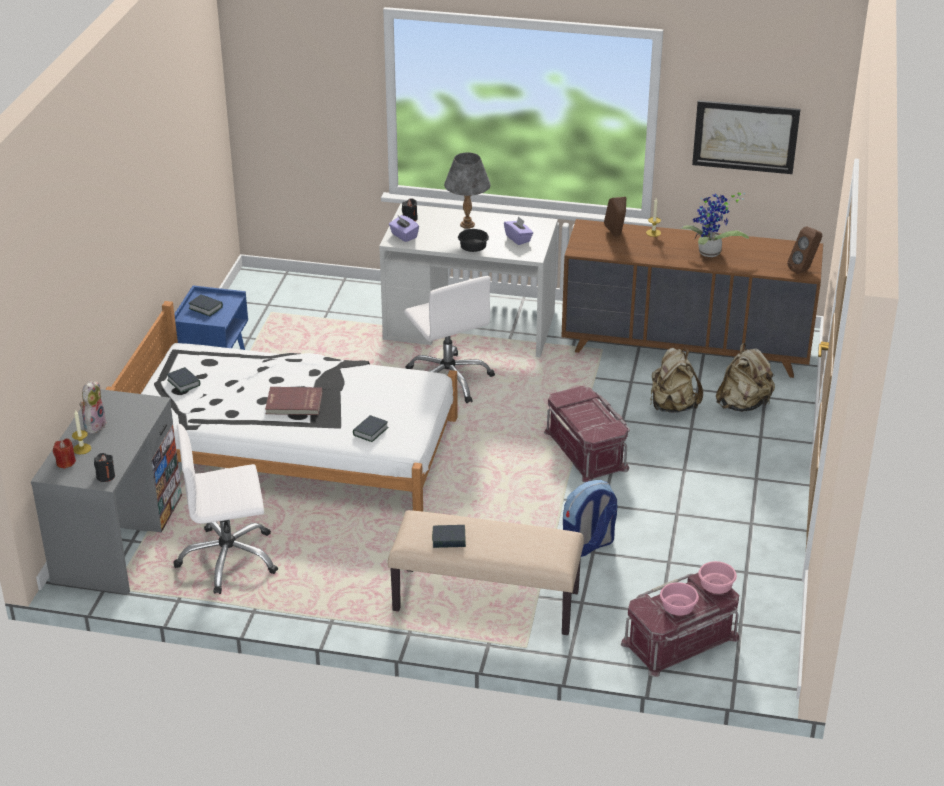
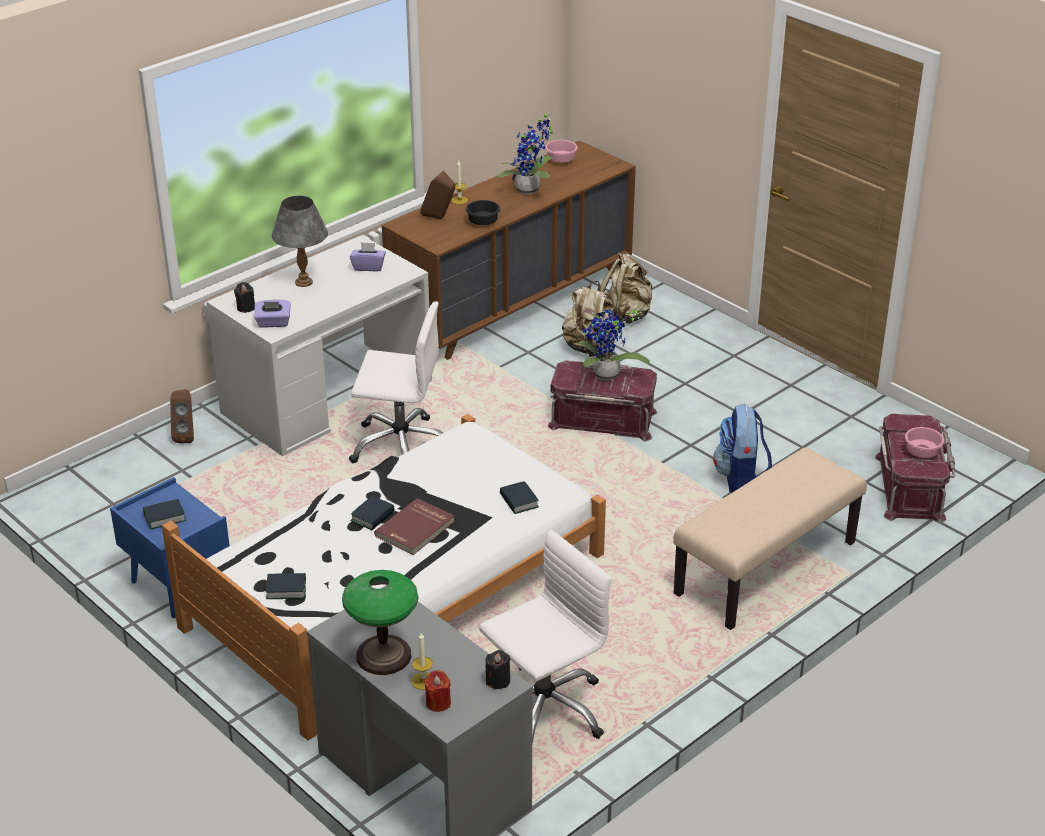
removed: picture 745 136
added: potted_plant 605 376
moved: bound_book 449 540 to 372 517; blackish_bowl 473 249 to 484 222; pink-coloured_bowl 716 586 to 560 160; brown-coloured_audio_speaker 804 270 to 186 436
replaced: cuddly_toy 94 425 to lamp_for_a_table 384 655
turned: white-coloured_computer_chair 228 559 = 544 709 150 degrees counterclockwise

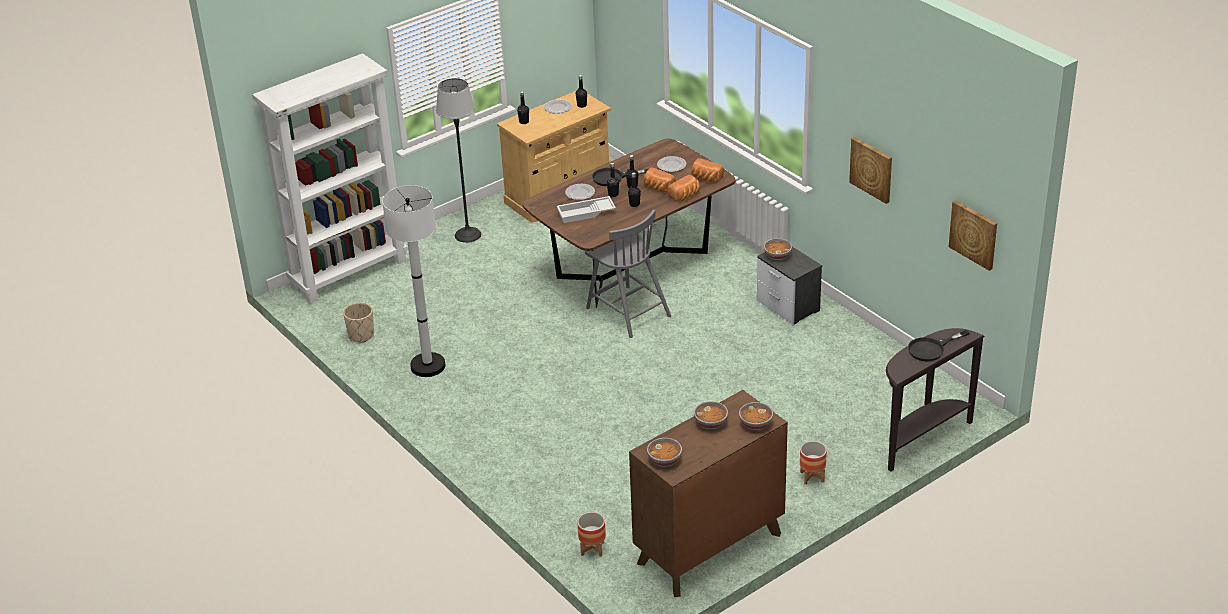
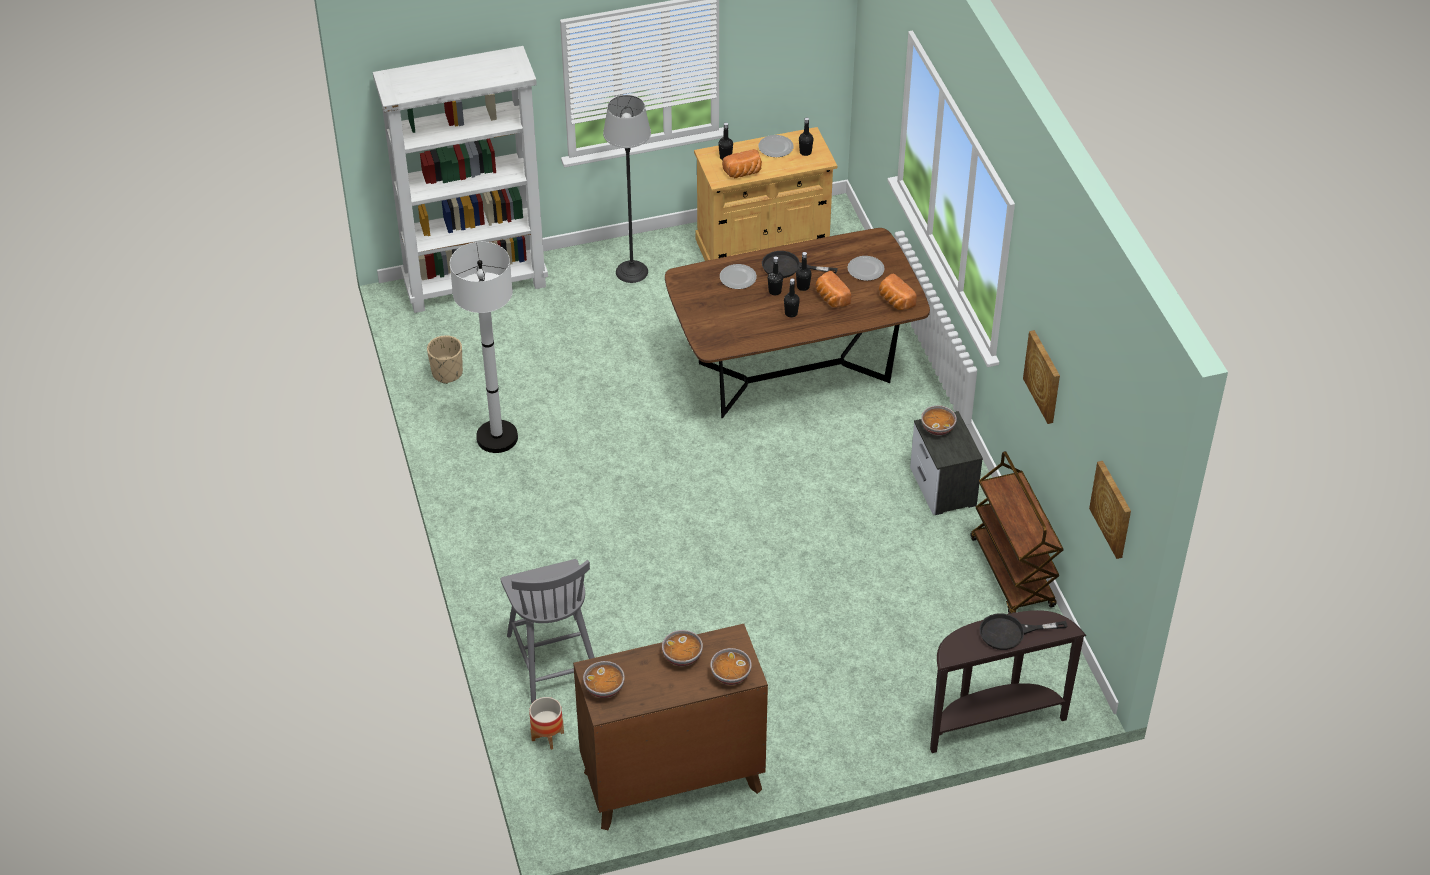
removed: white-coloured_serving_tray 586 213; flower_pot 812 477
added: brown-coloured_wheeled_cart 1012 573
moved: gray_chair 627 311 to 553 658; baked_bread 685 196 to 743 173

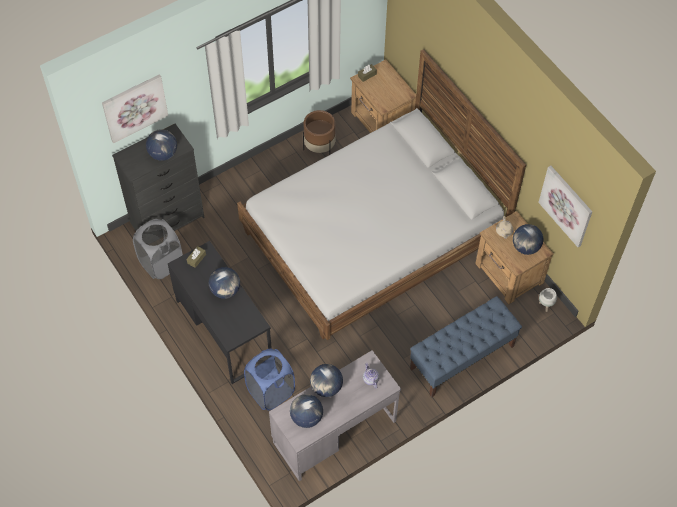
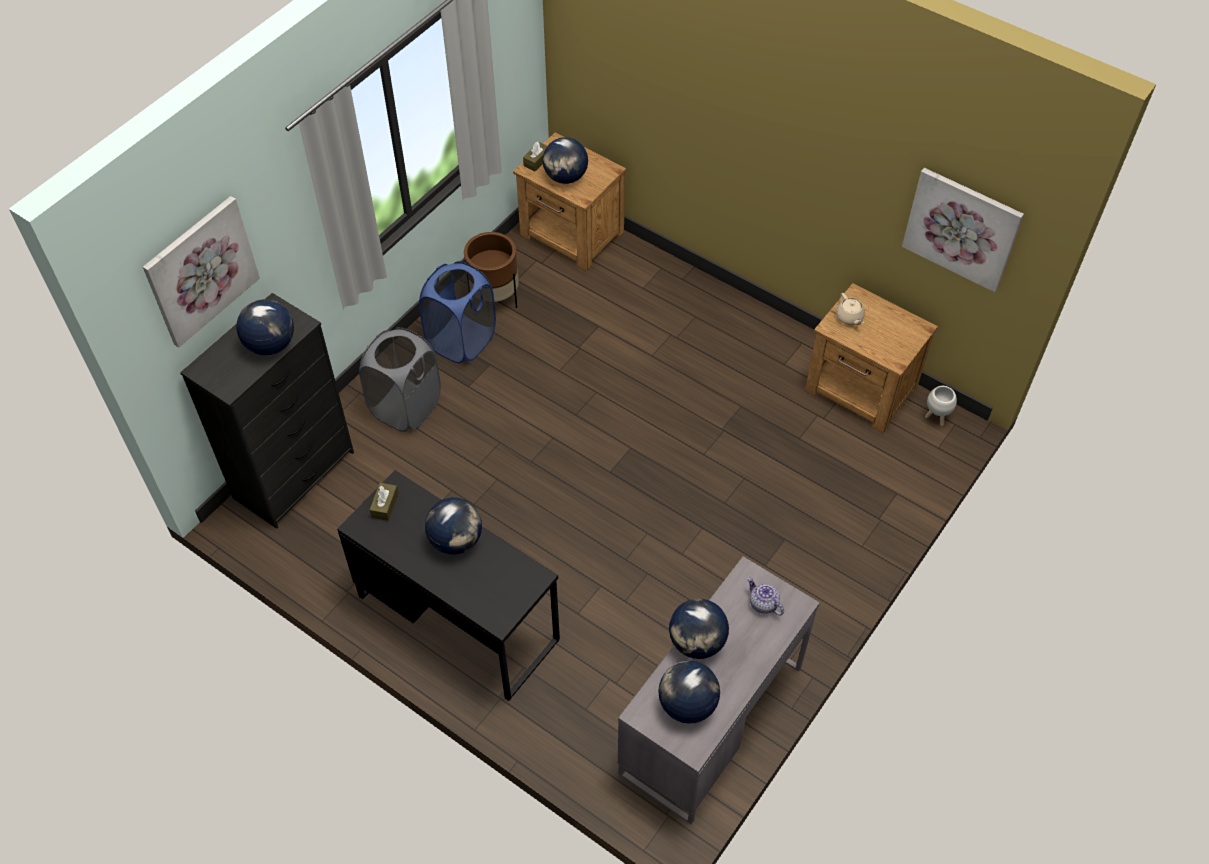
removed: sleeping_bed 373 234; blue-coloured_indoor_bench 461 357
moved: gray_hamper 161 263 to 406 407; blue-coloured_hamper 270 392 to 461 341; desk_globe 525 247 to 565 177

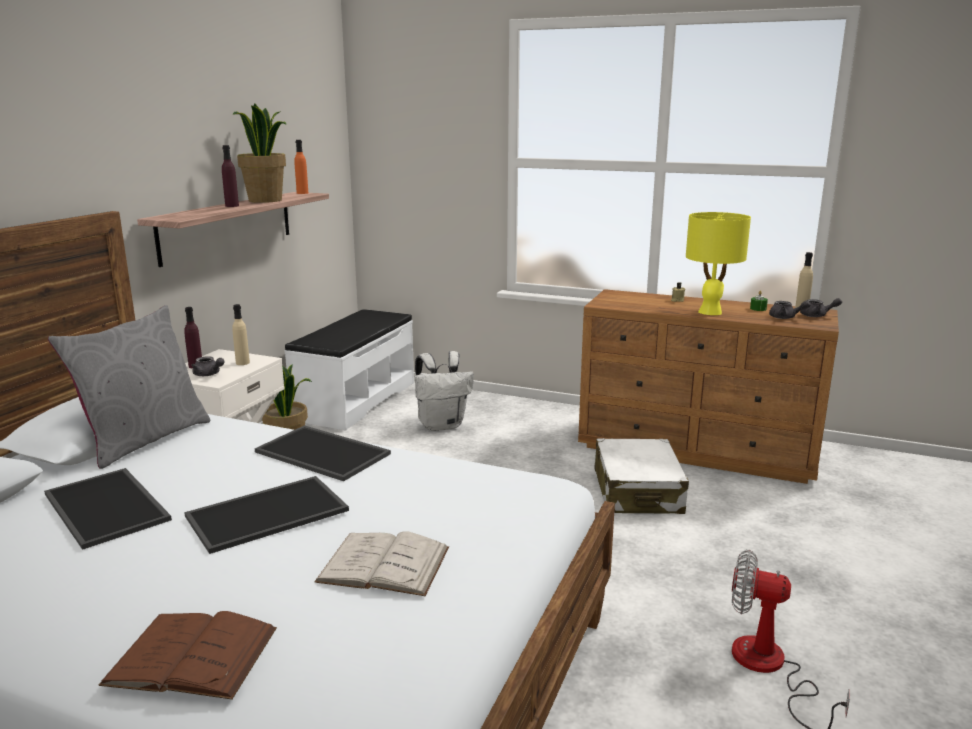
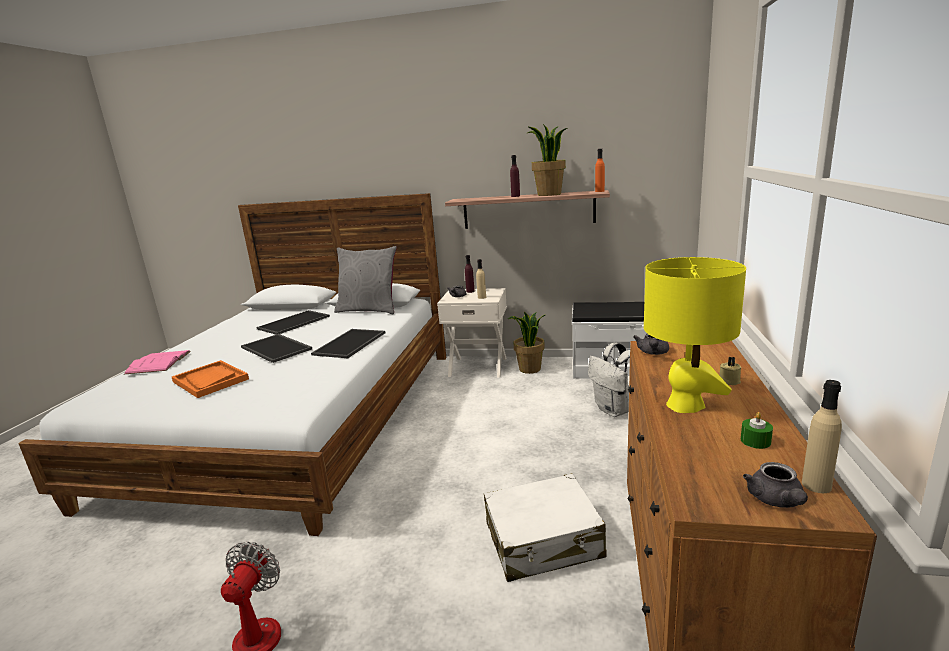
moved: gray_teapot 785 317 to 652 353
replaced: white-coloured_bound_book 384 564 to orange_serving_tray 210 380
recoloured: brown-coloured_bound_book 192 655 to pink-coloured_bound_book 159 362

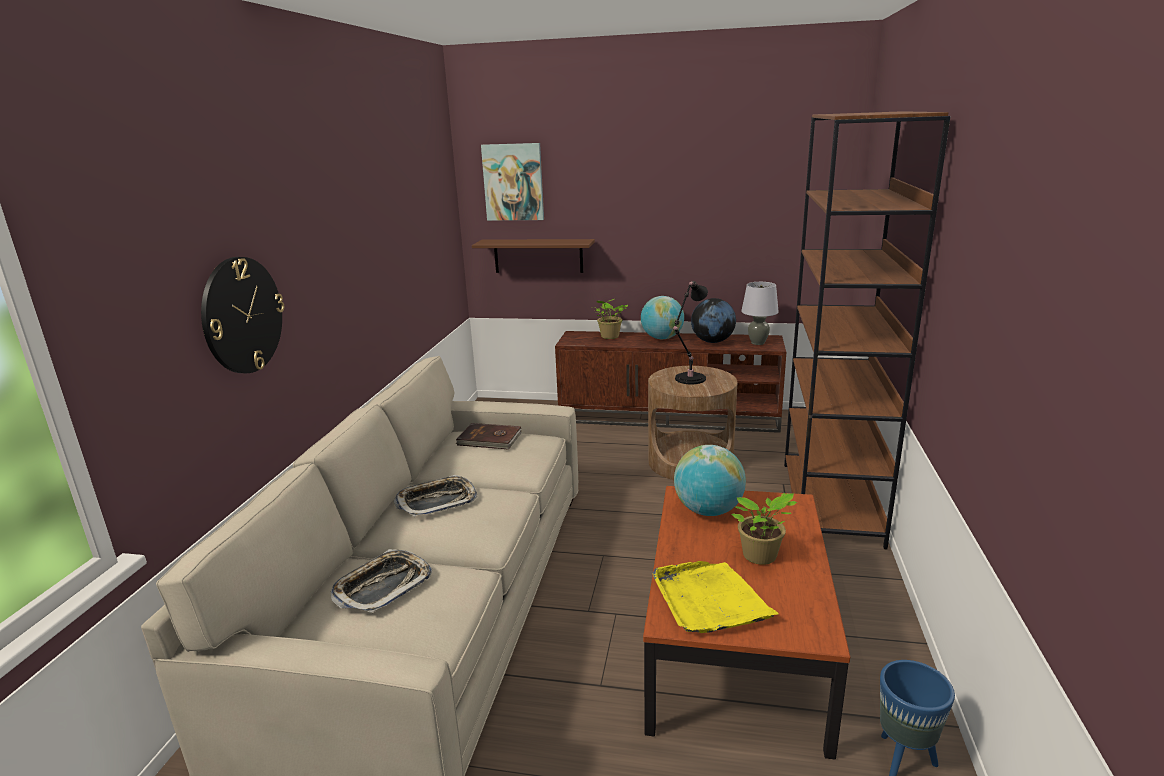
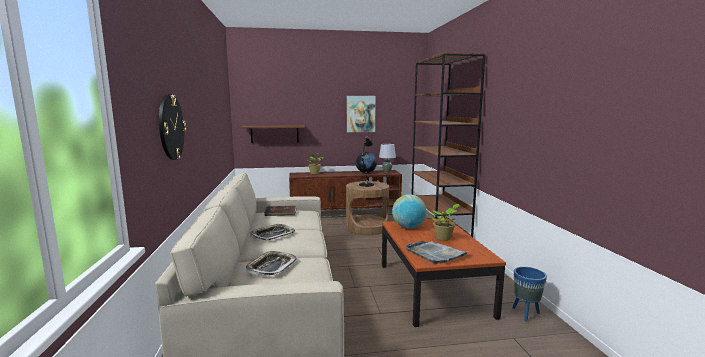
removed: desk_globe 662 338
moved: picture 513 182 to 360 114
recoloured: yellowish_serving_tray 709 600 to gray_serving_tray 435 253

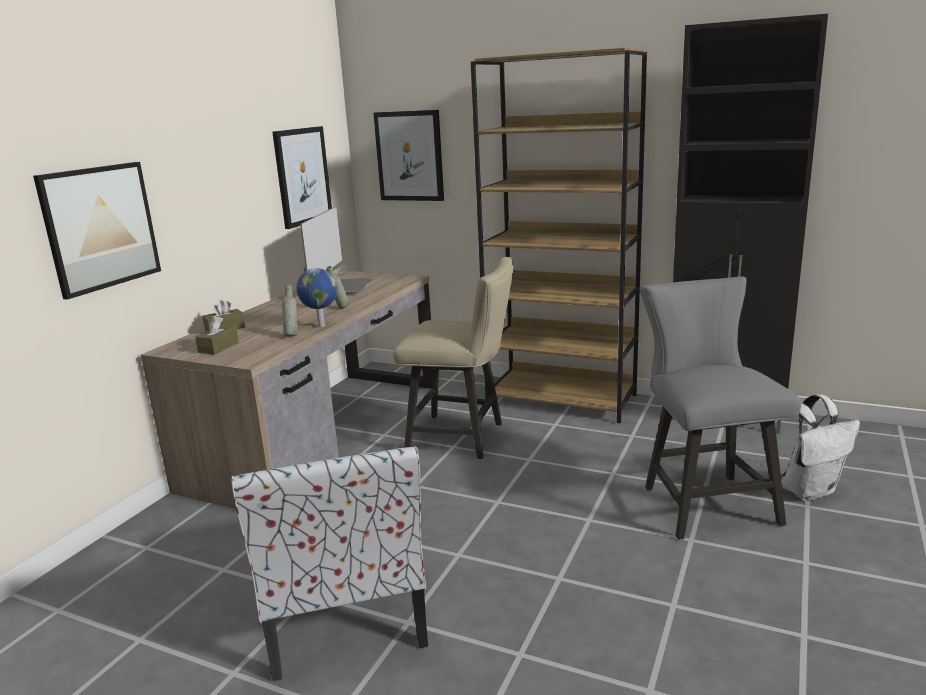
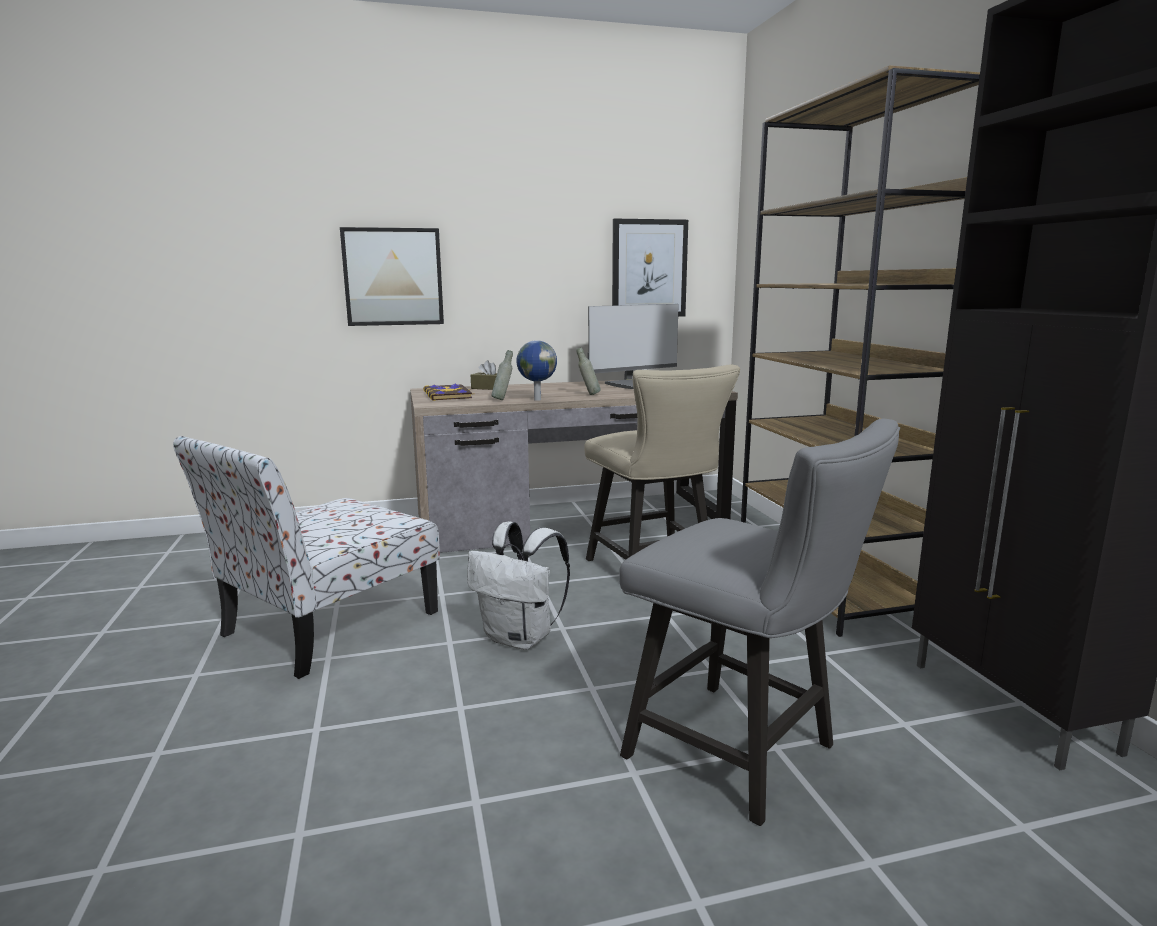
removed: picture 409 156
moved: white-coloured_rucksack 807 490 to 521 638
replaced: brown-coloured_box_of_tissues 218 347 to bound_book 448 395
turned: gray_chair 704 501 = 743 755 90 degrees clockwise

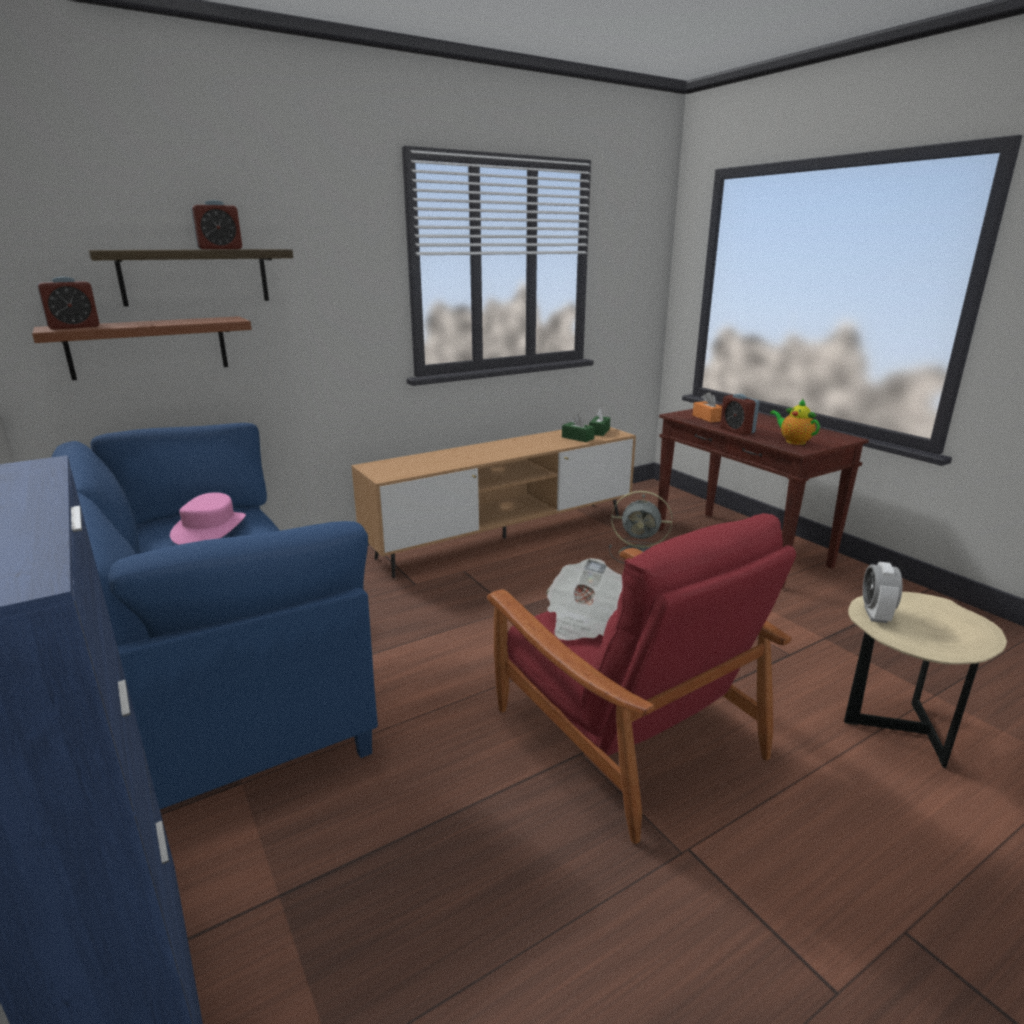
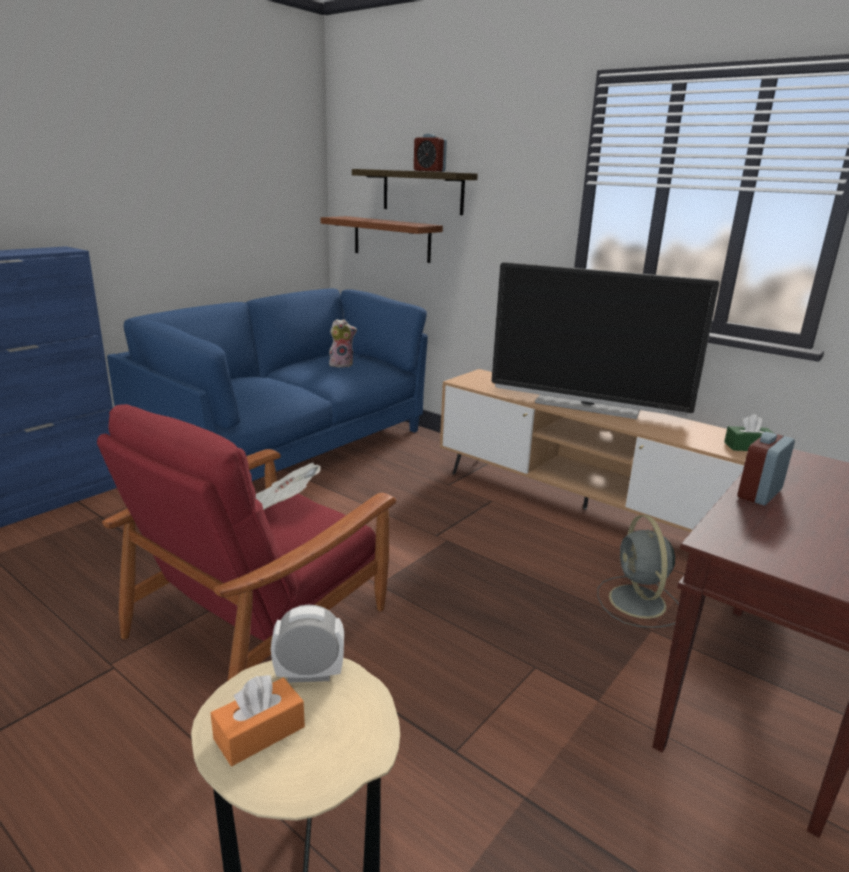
removed: table_clock 74 327; greenish_box_of_tissues 577 438; teapot 793 441
added: television 587 406
moved: orange_box_of_tissues 708 418 to 259 733
replaced: pink-coloured_hat 210 529 to cuddly_toy 341 364

